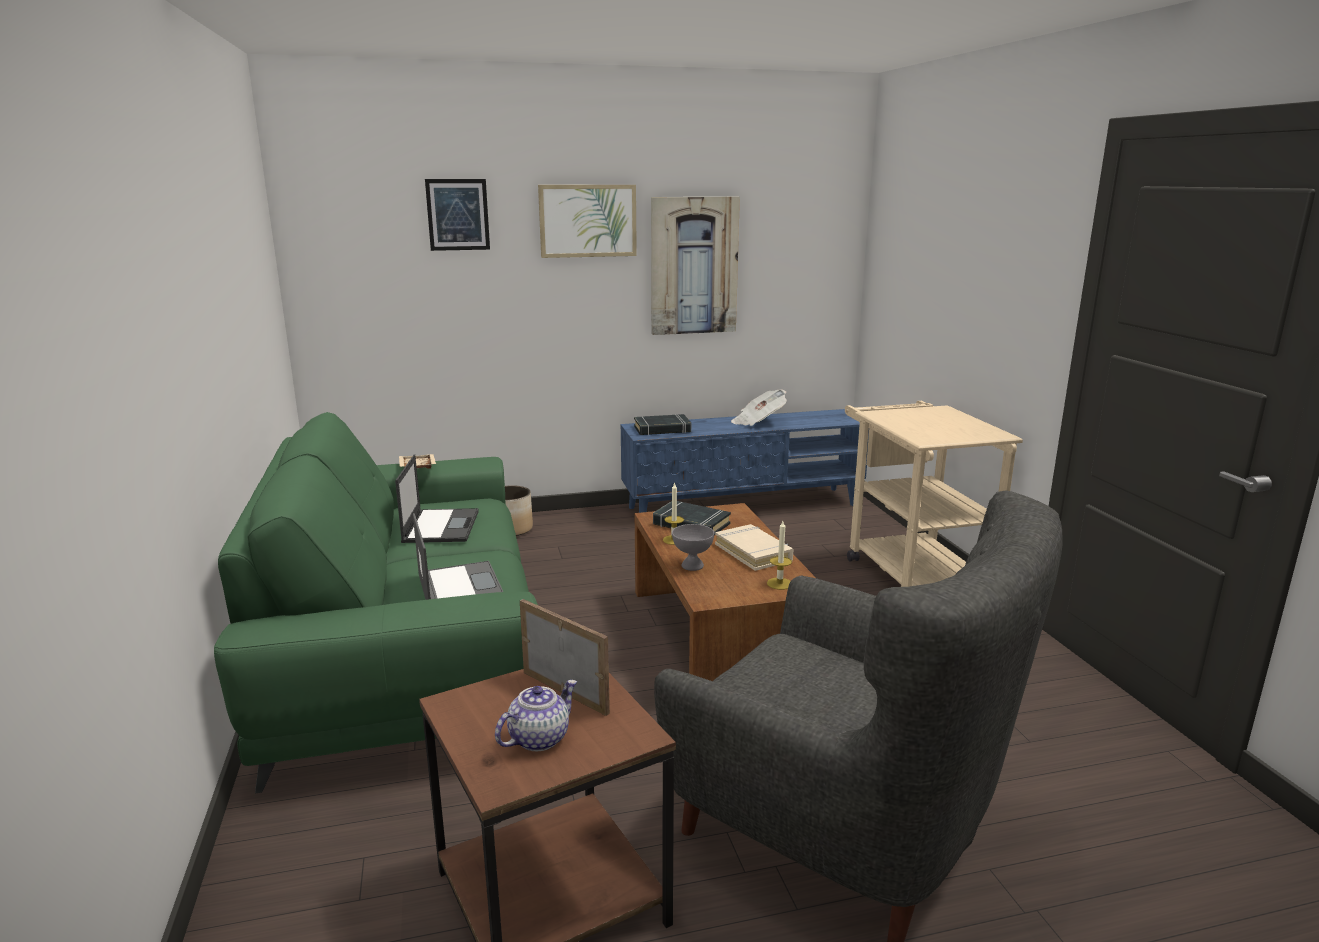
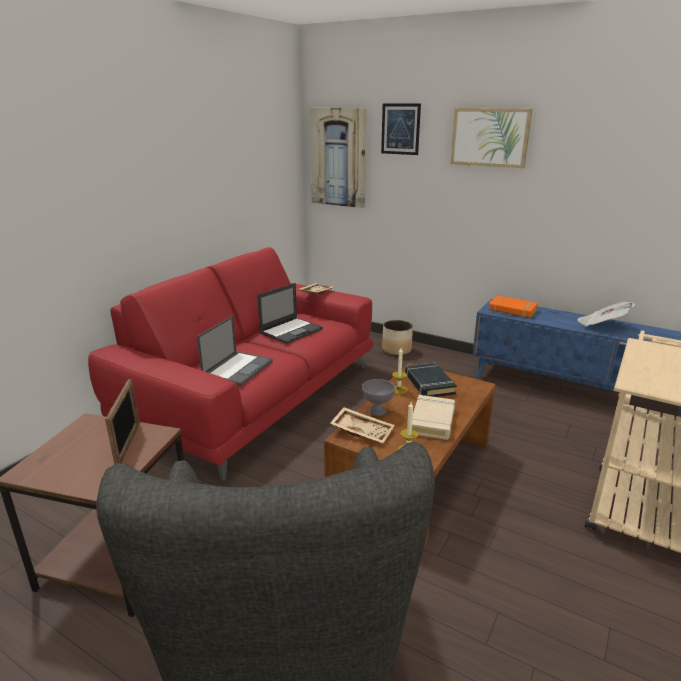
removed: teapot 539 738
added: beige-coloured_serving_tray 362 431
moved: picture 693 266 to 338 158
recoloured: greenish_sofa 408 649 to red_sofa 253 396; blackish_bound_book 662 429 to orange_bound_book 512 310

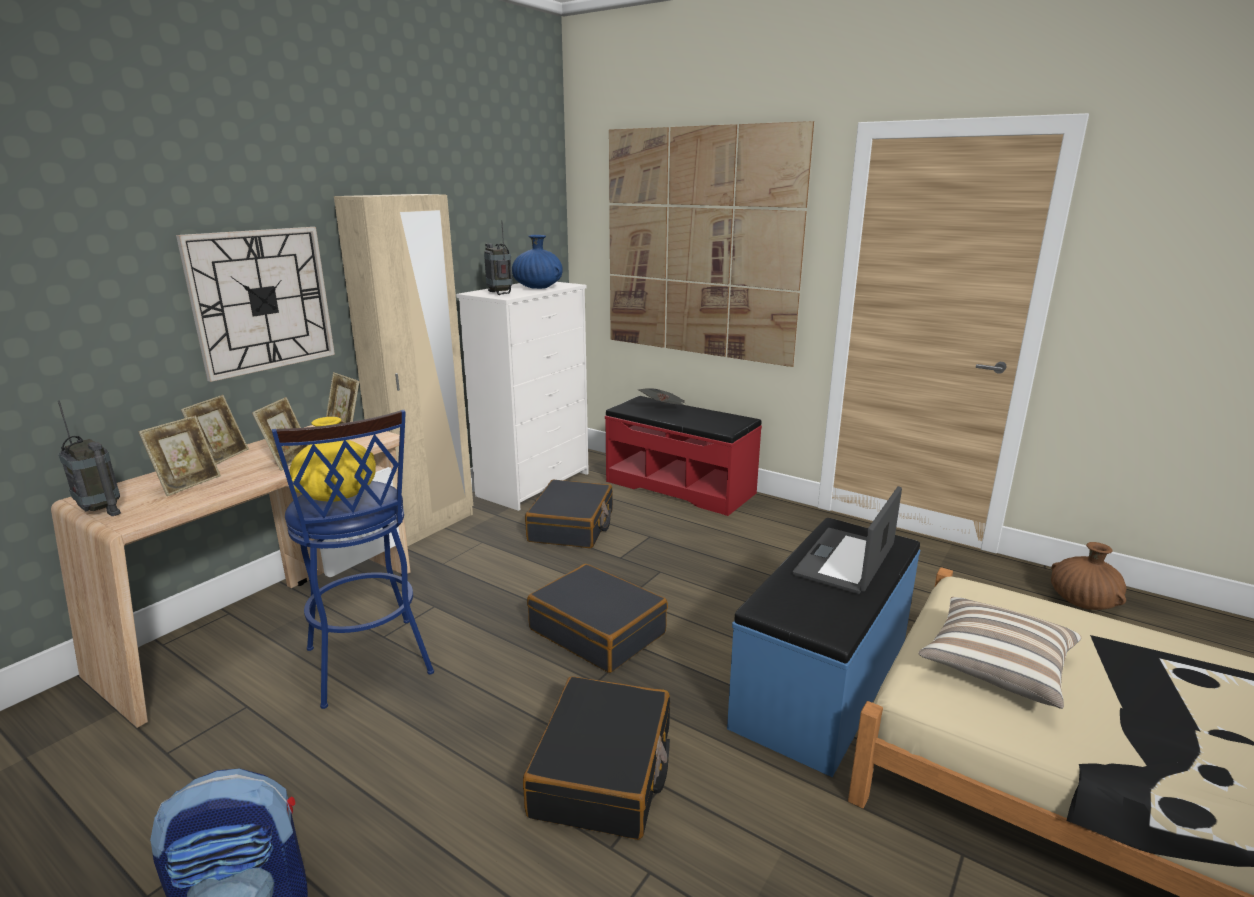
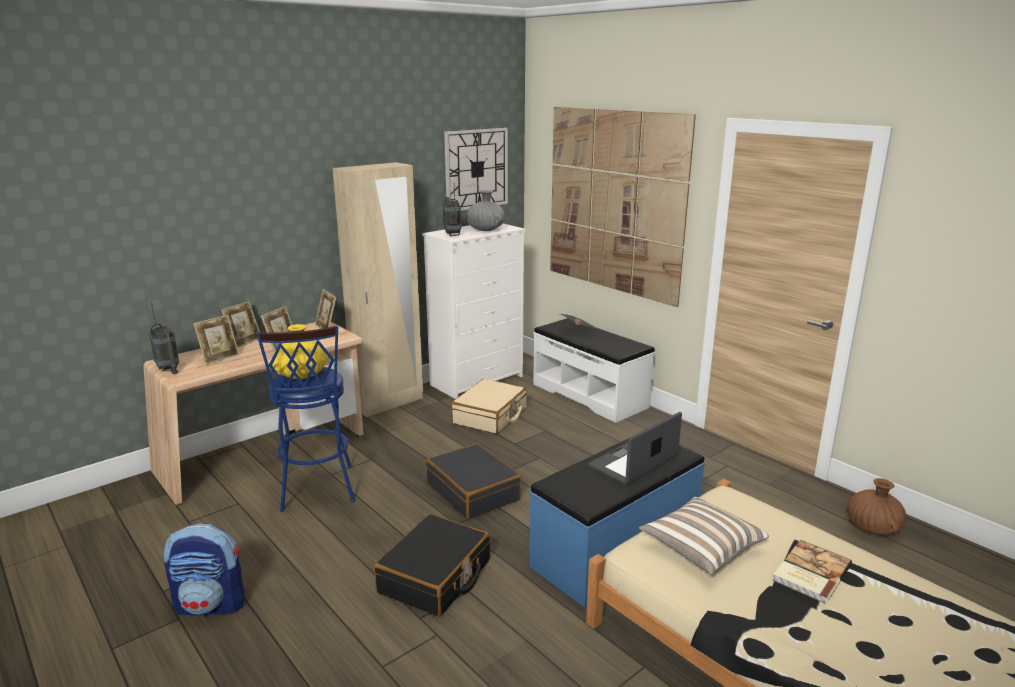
added: bound_book 810 572
moved: clock_on_the_wall 261 300 to 476 169
recoloured: blue-coloured_decorative_vase 538 287 to gray_decorative_vase 485 230; blackish_piece_of_luggage 572 526 to beige-coloured_piece_of_luggage 490 416; red_indoor_bench 680 487 to white-coloured_indoor_bench 590 395

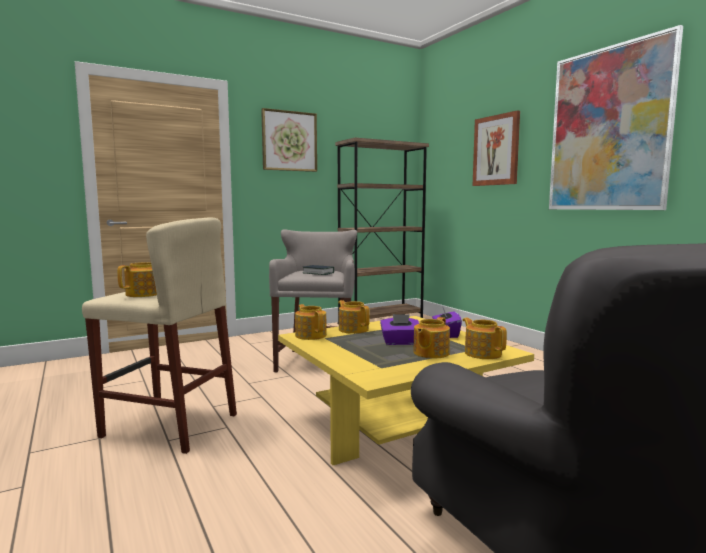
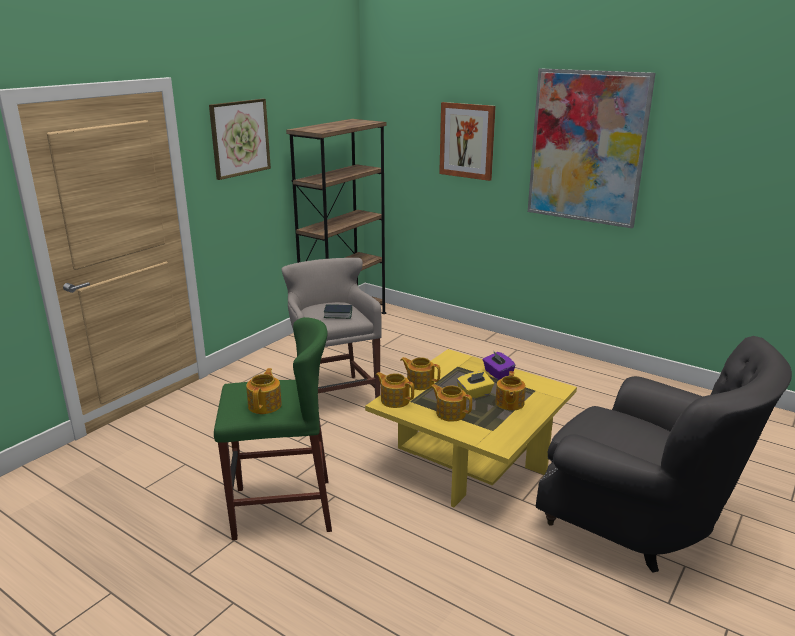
moved: teapot 482 353 to 450 413
recoloured: beige-coloured_stool_seat 170 425 to greenish_stool_seat 282 509; purple_box_of_tissues 400 342 to yellowish_box_of_tissues 475 394

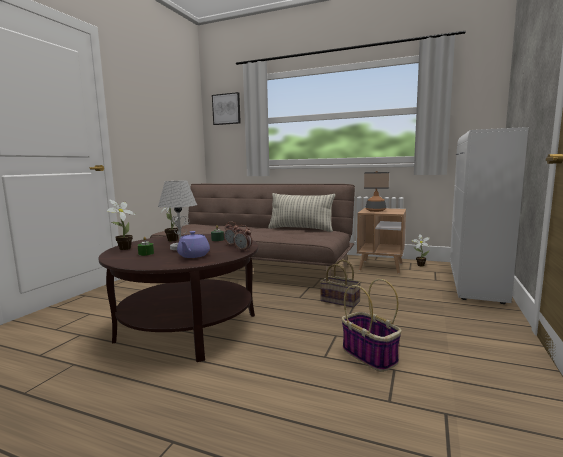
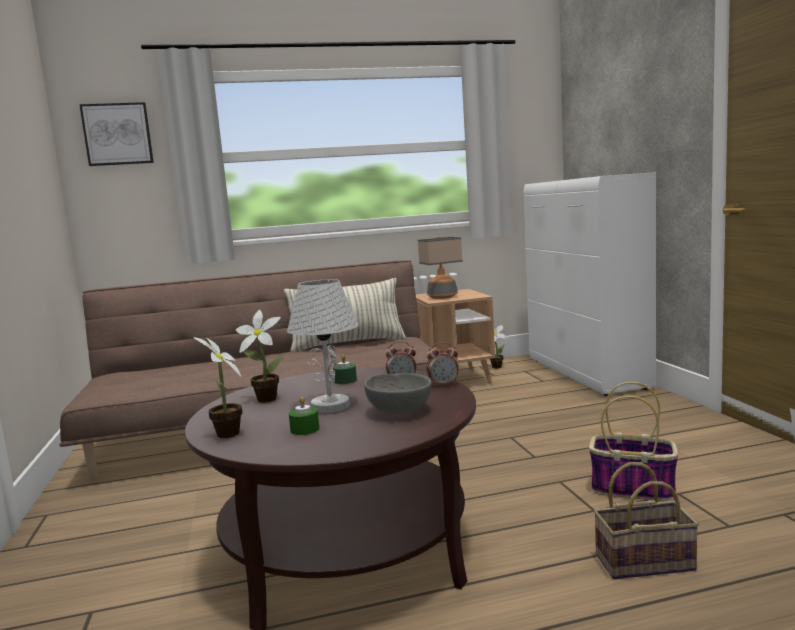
moved: basket 341 301 to 646 561
replaced: purple_teapot 193 256 to gray_bowl 399 411

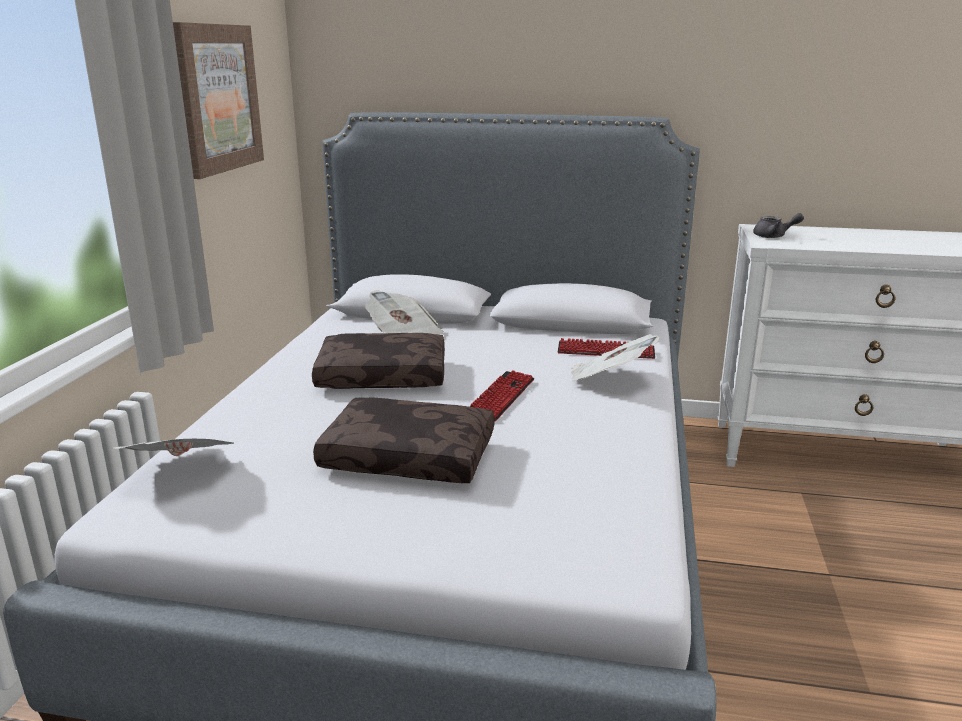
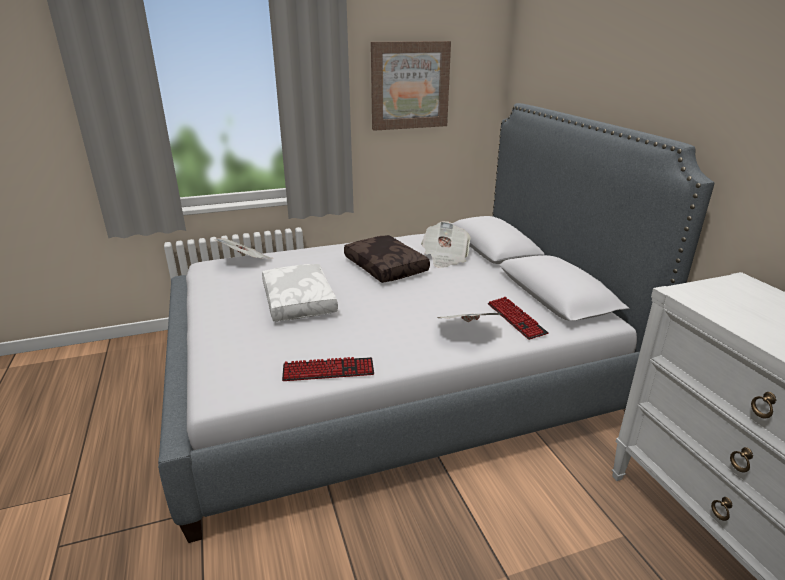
removed: gray_teapot 774 236
moved: PC_keyboard 501 397 to 328 371
recoloured: brown-coloured_pillow 410 456 to white-coloured_pillow 300 301

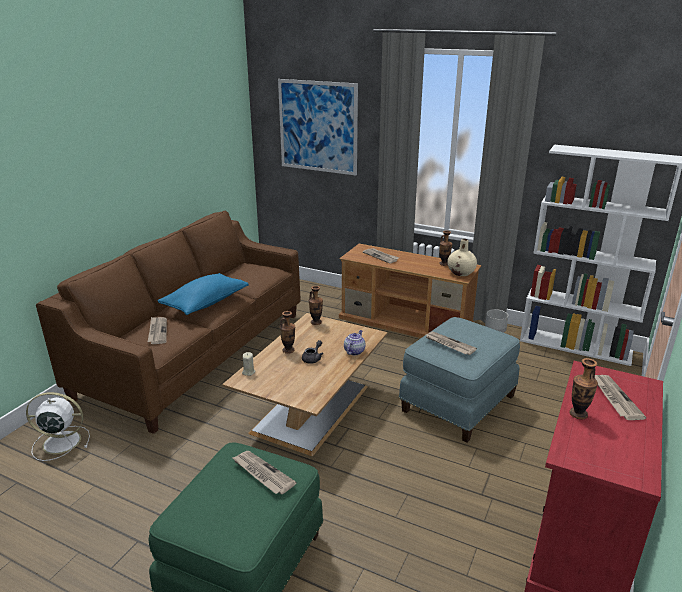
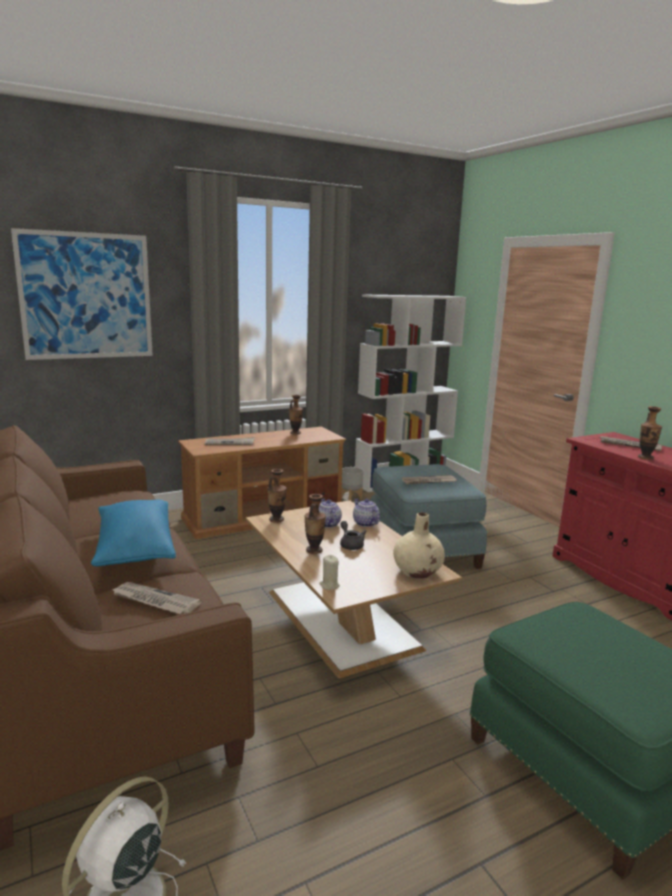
removed: daily_paper 262 474
added: teapot 327 524
moved: beige-coloured_decorative_vase 461 273 to 418 571

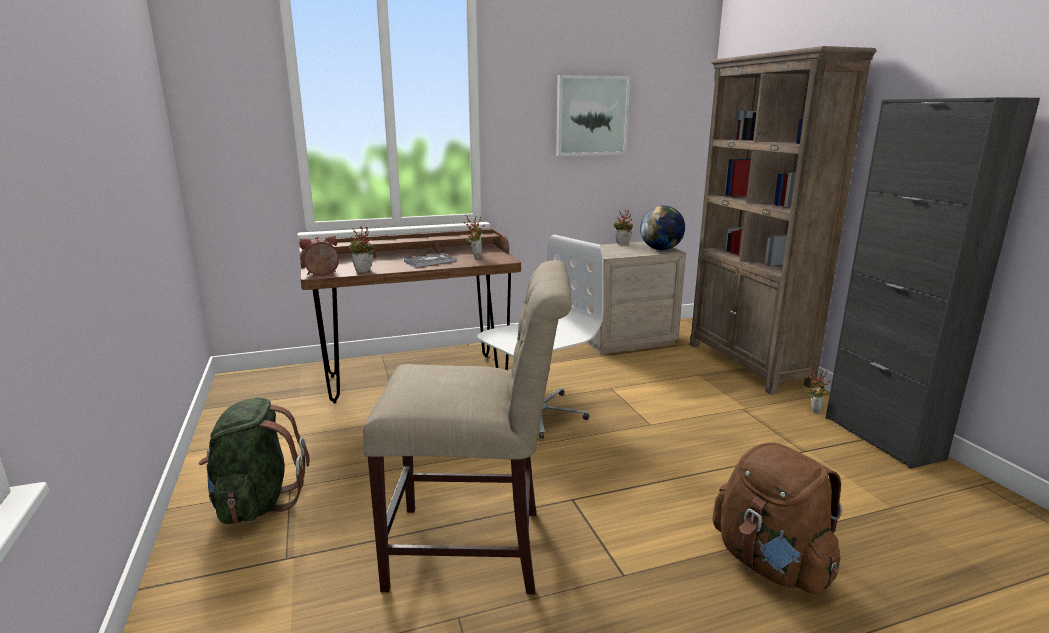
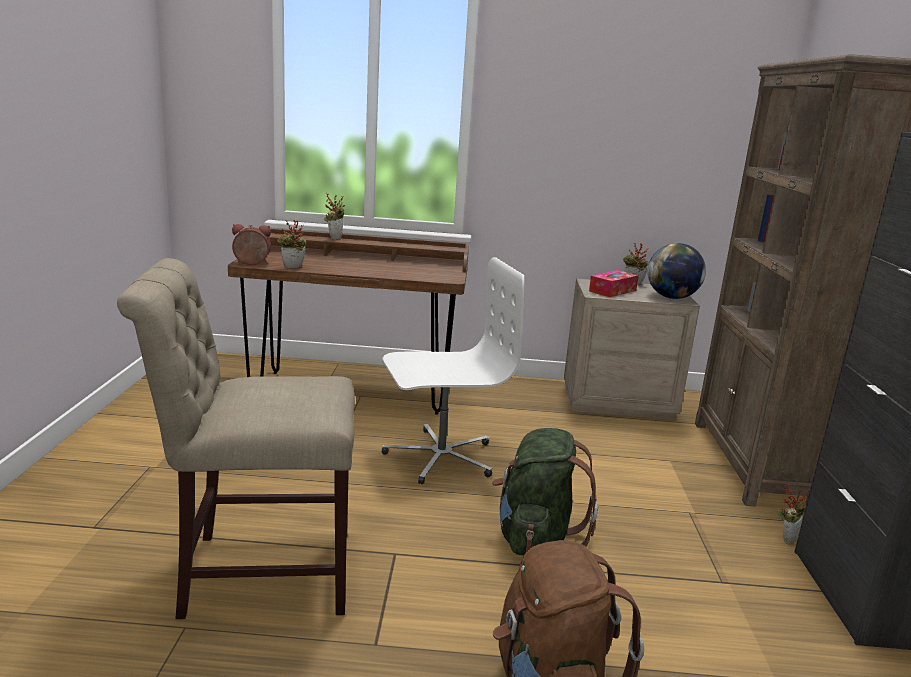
removed: bound_book 430 261; picture 591 116
added: box_of_tissues 612 291
moved: greenish_rucksack 256 502 to 536 538; potted_plant 475 256 to 334 238
turned: beige-coloured_chair 476 549 = 257 571 150 degrees clockwise

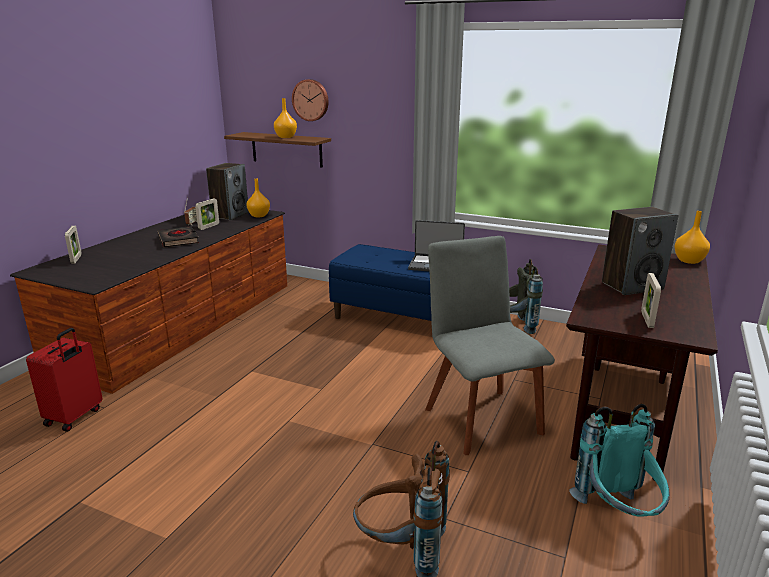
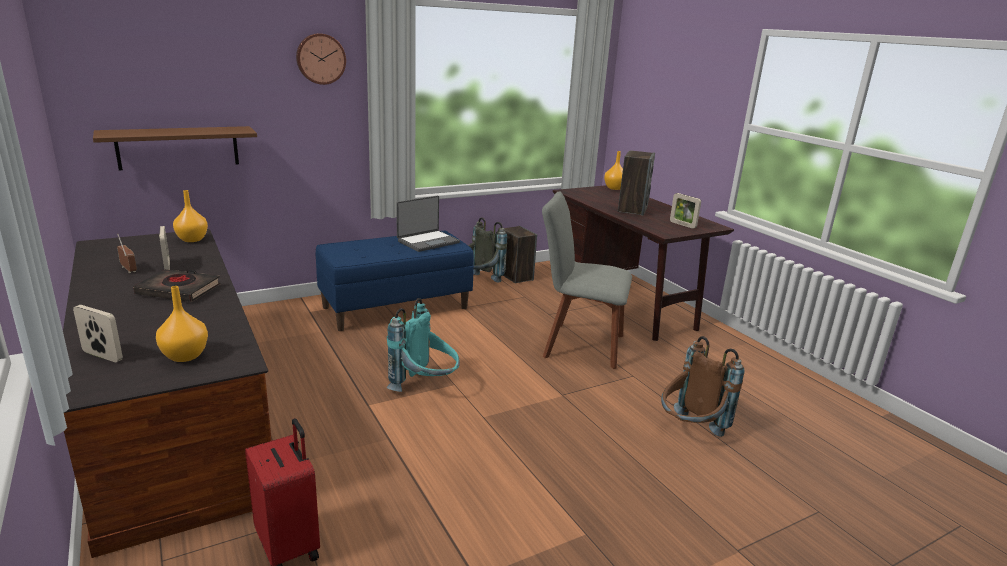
moved: audio_speaker 230 215 to 515 277; orange_decorative_vase 286 137 to 184 355; clock_on_the_wall 311 100 to 320 59; turquoise_rucksack 618 515 to 425 387

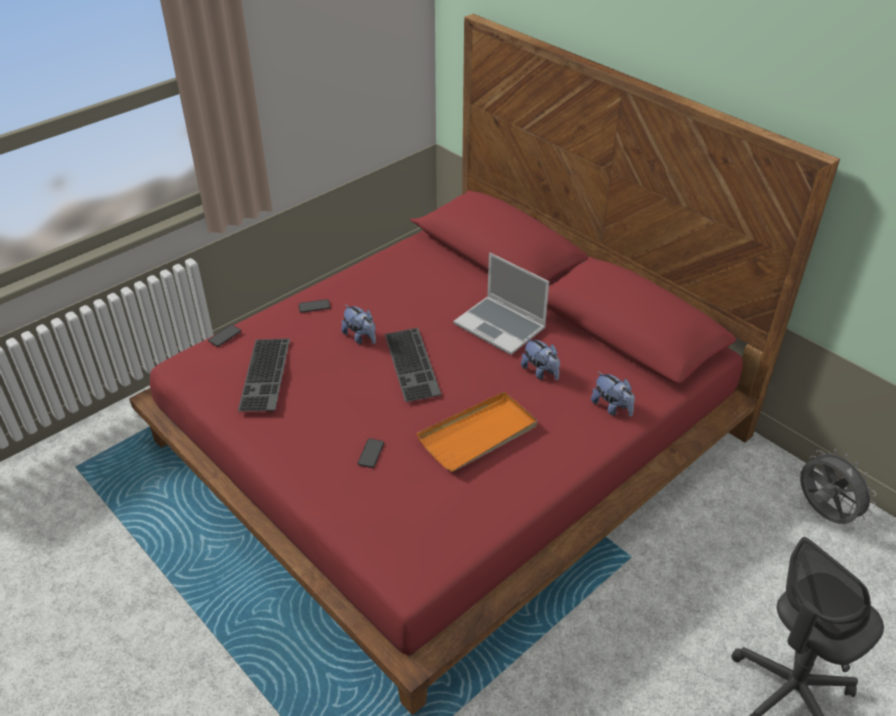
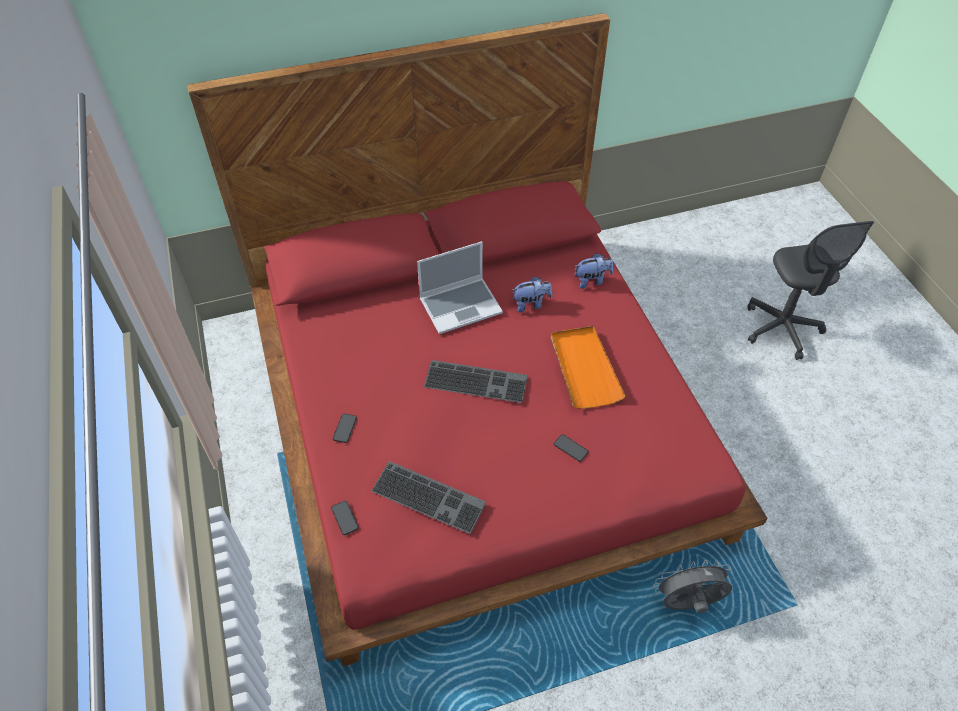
removed: cuddly_toy 360 337
moved: gray_cooling_fan 822 513 to 687 604

